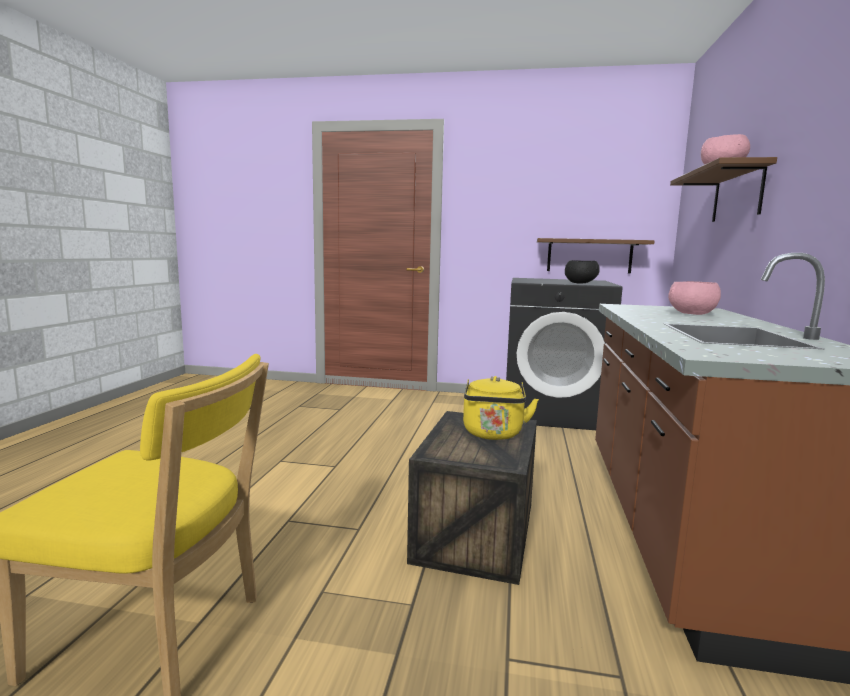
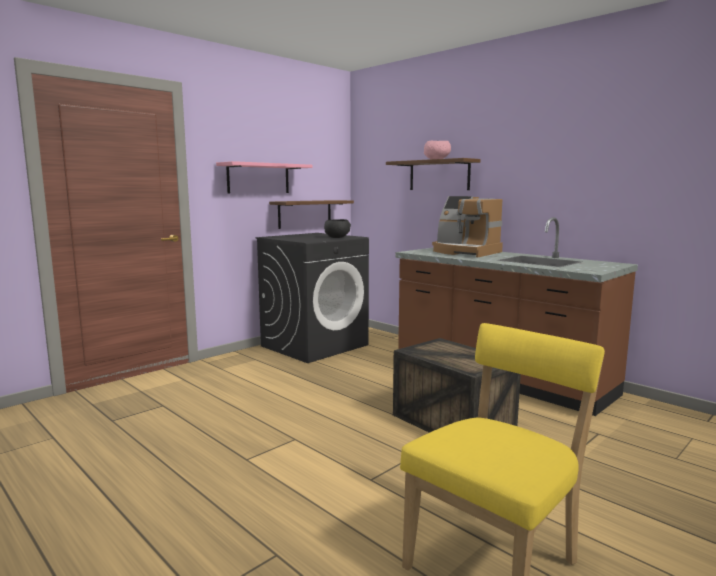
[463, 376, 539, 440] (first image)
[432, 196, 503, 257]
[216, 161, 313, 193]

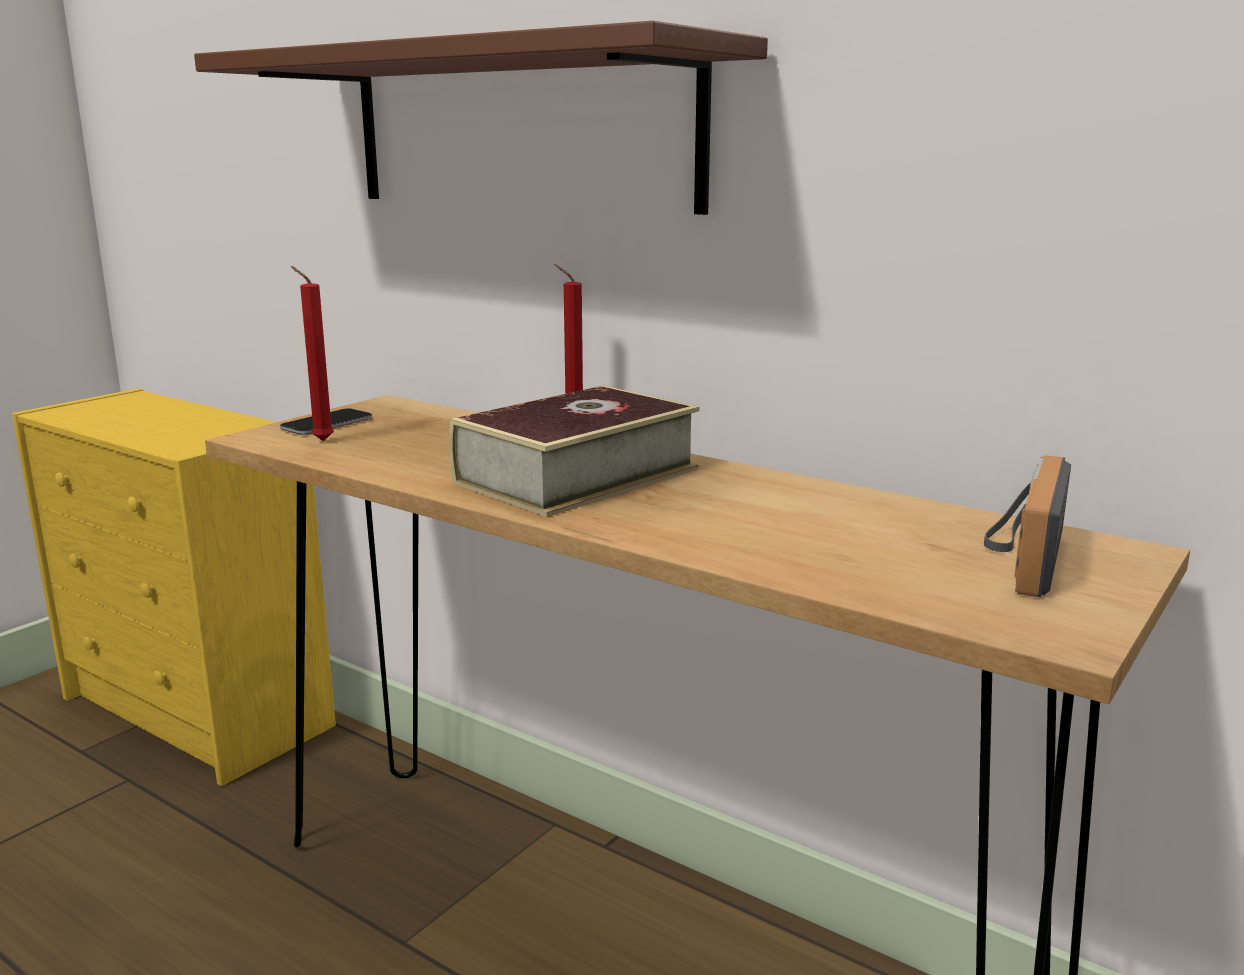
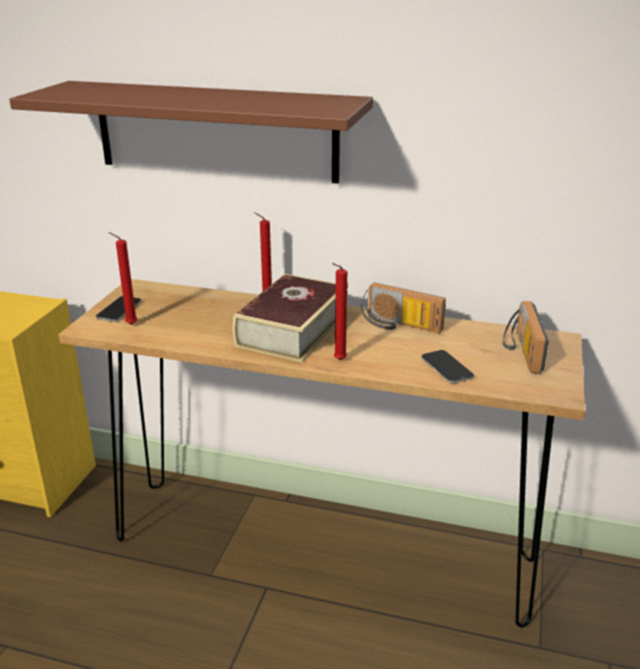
[332, 263, 347, 360]
[362, 283, 446, 333]
[421, 350, 474, 383]

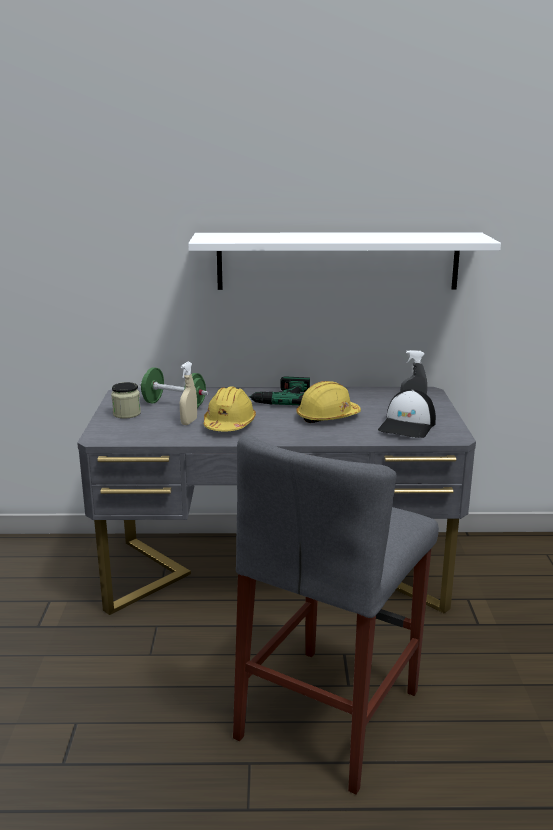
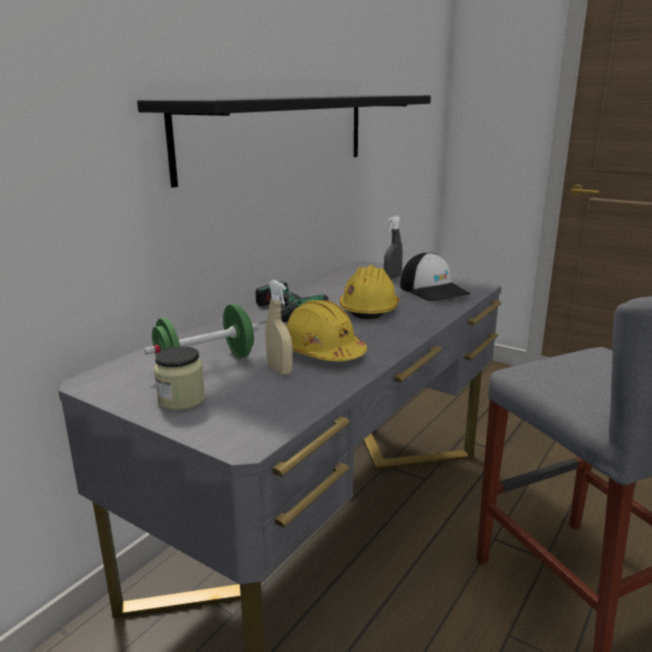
[137, 95, 431, 188]

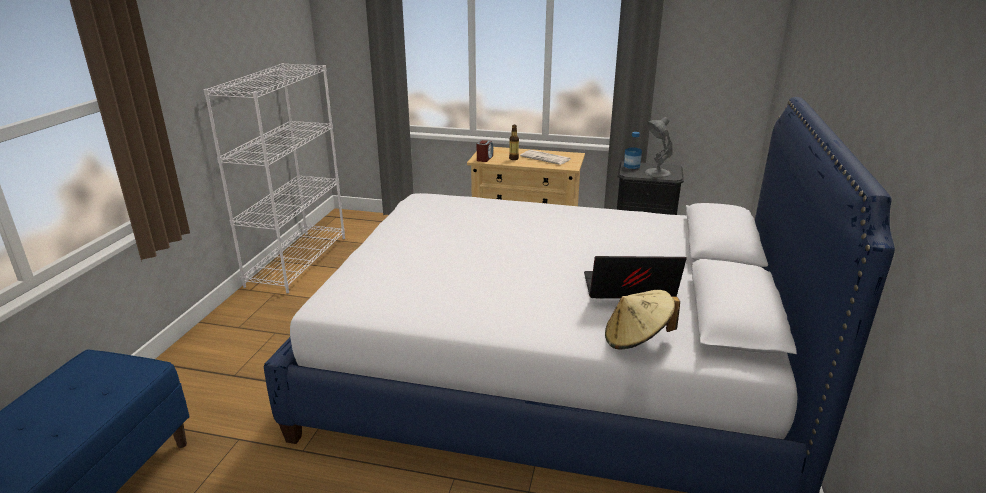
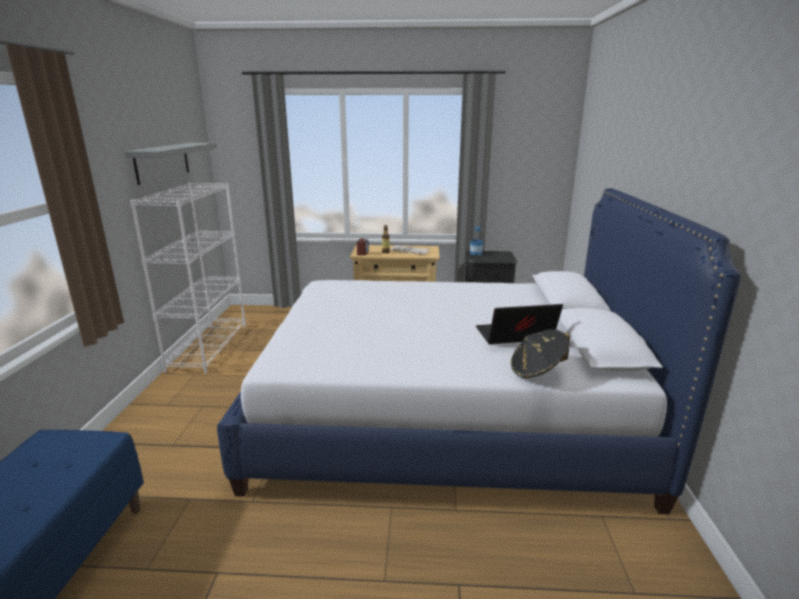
[511, 329, 570, 378]
[644, 117, 673, 178] (first image)
[124, 143, 217, 185]

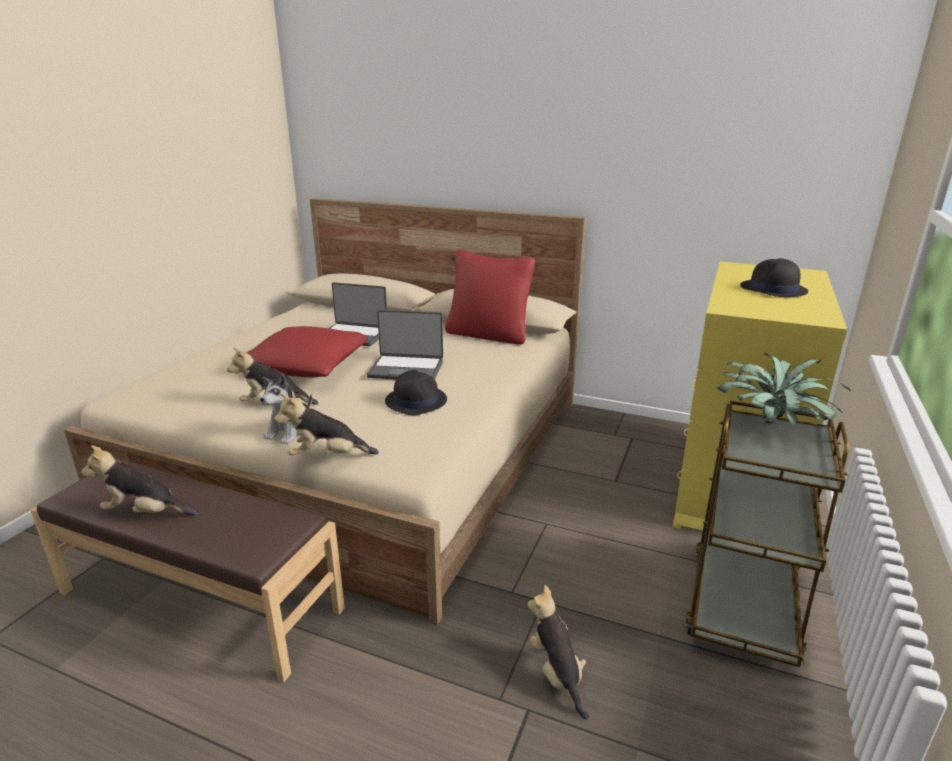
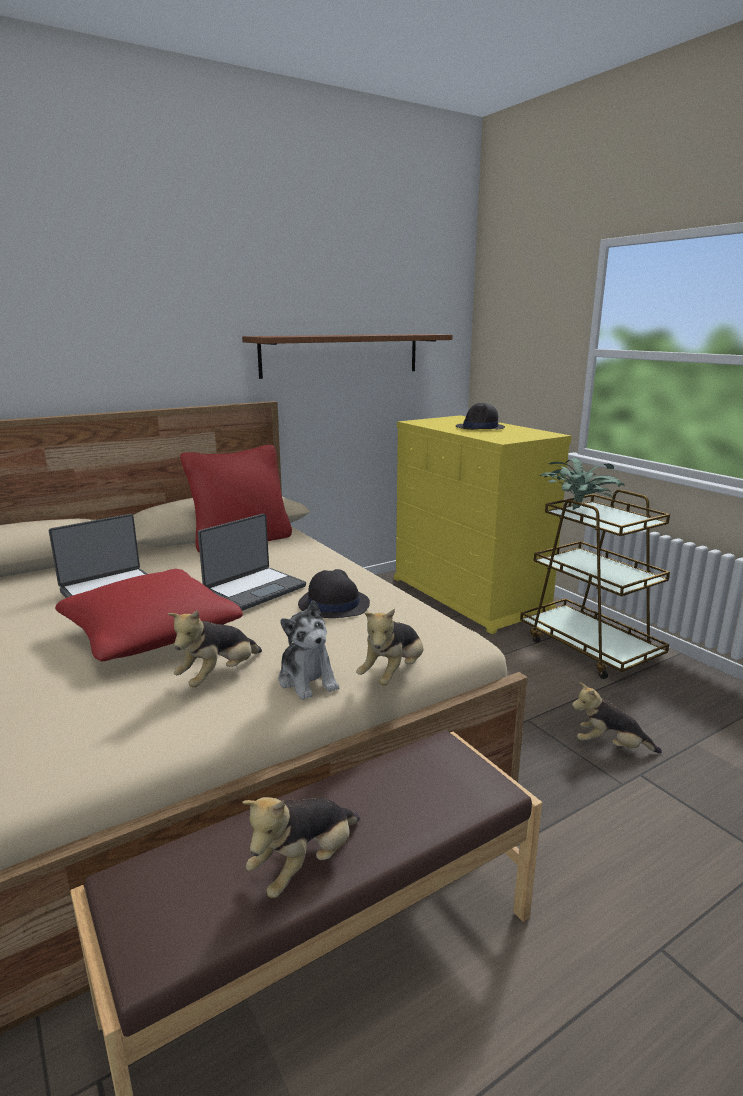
[242, 334, 453, 379]

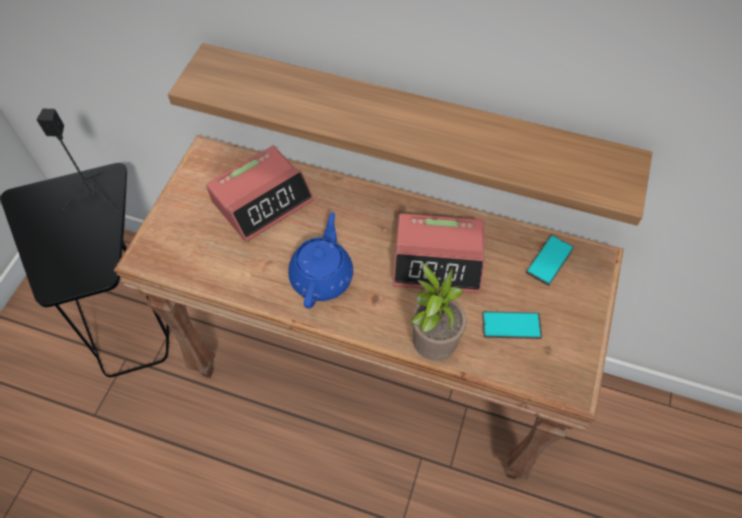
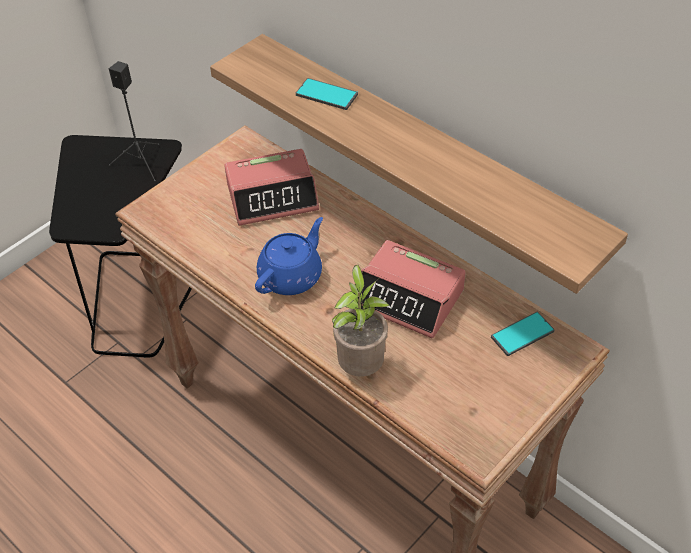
[296, 78, 358, 110]

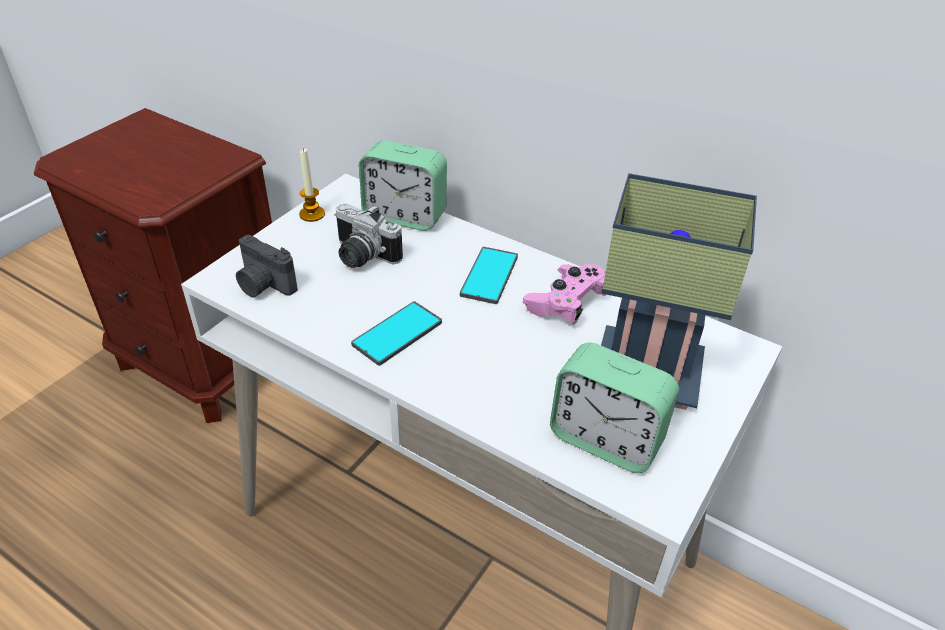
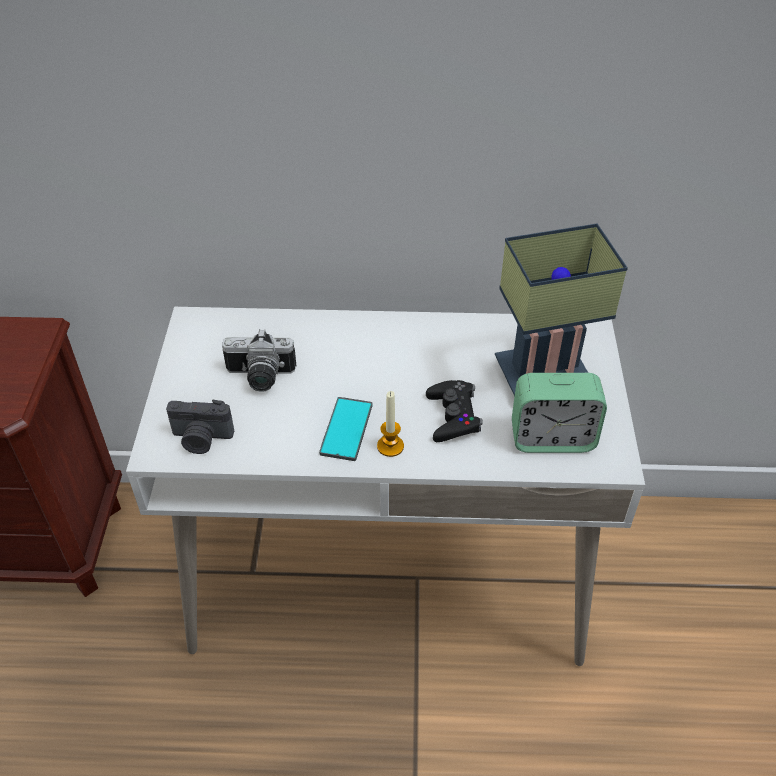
[377, 391, 404, 457]
[359, 140, 447, 231] (first image)
[460, 247, 518, 304] (first image)
[523, 264, 606, 325] (first image)
[426, 380, 483, 442]

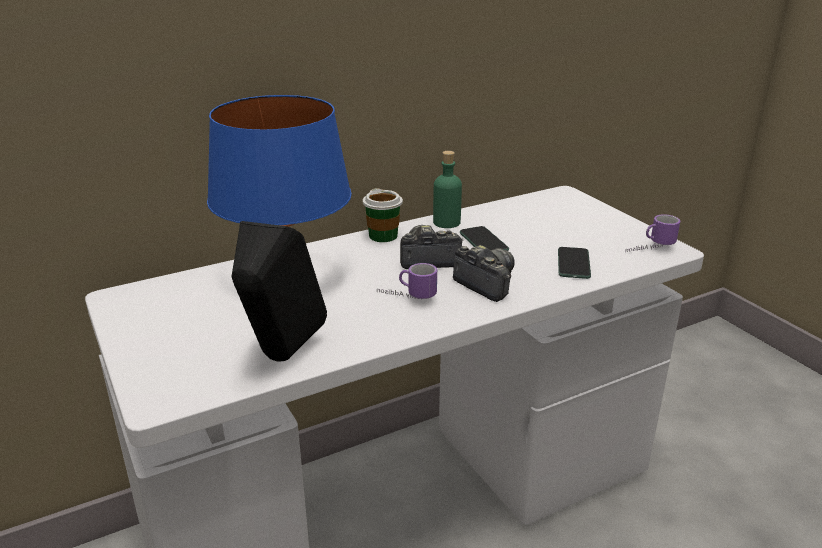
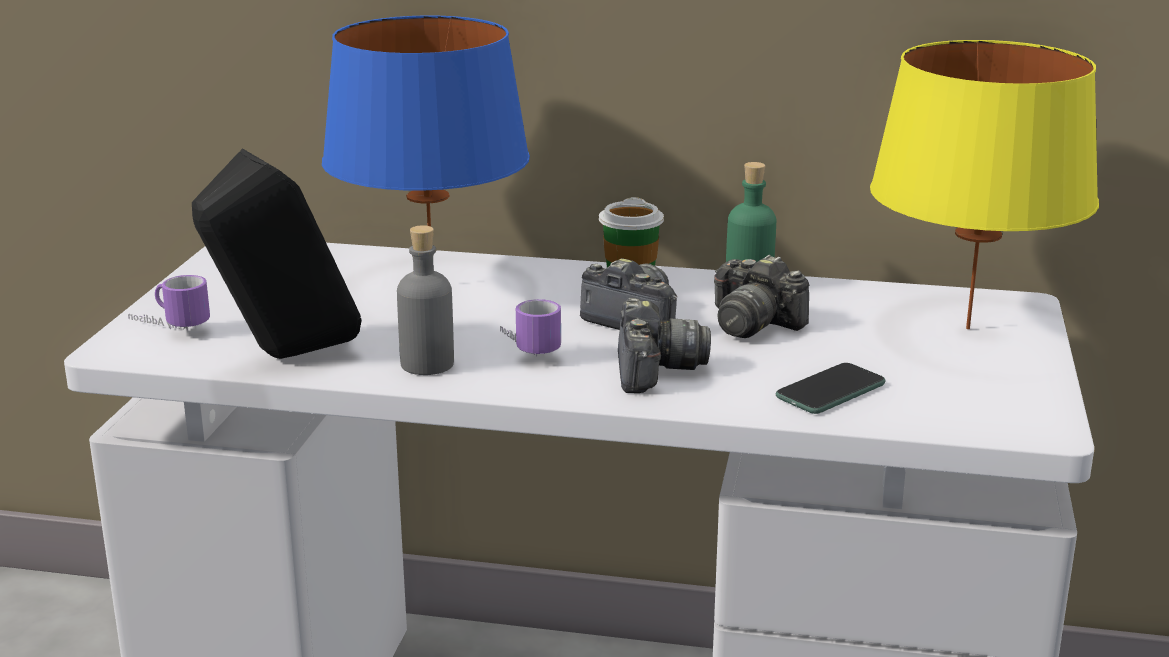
[714, 255, 809, 338]
[128, 275, 210, 331]
[397, 225, 454, 375]
[870, 40, 1099, 329]

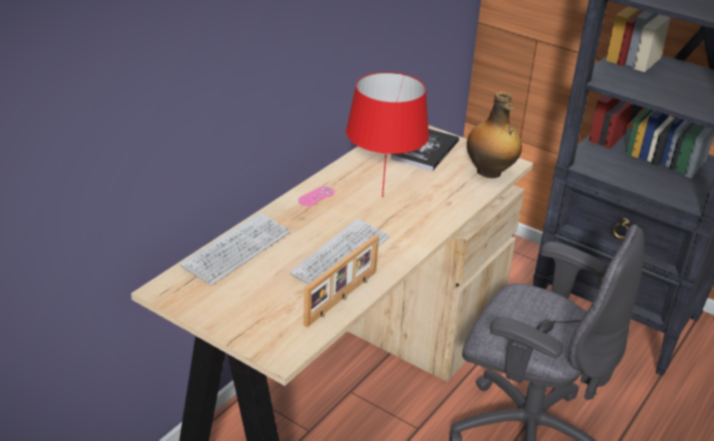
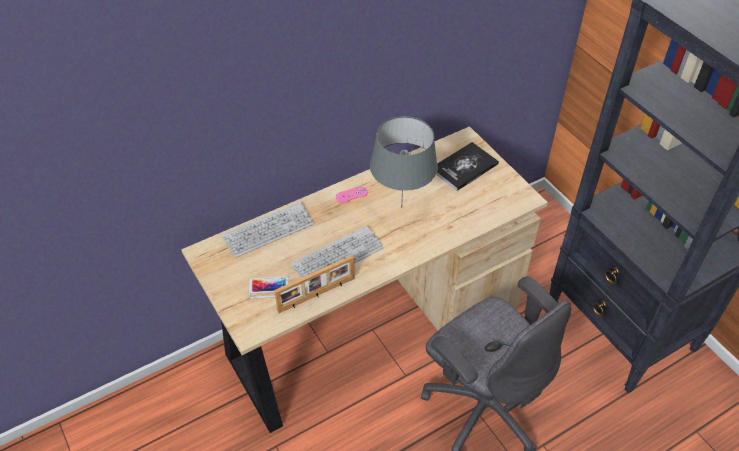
[370, 116, 438, 208]
[467, 92, 522, 178] (first image)
[249, 276, 289, 299]

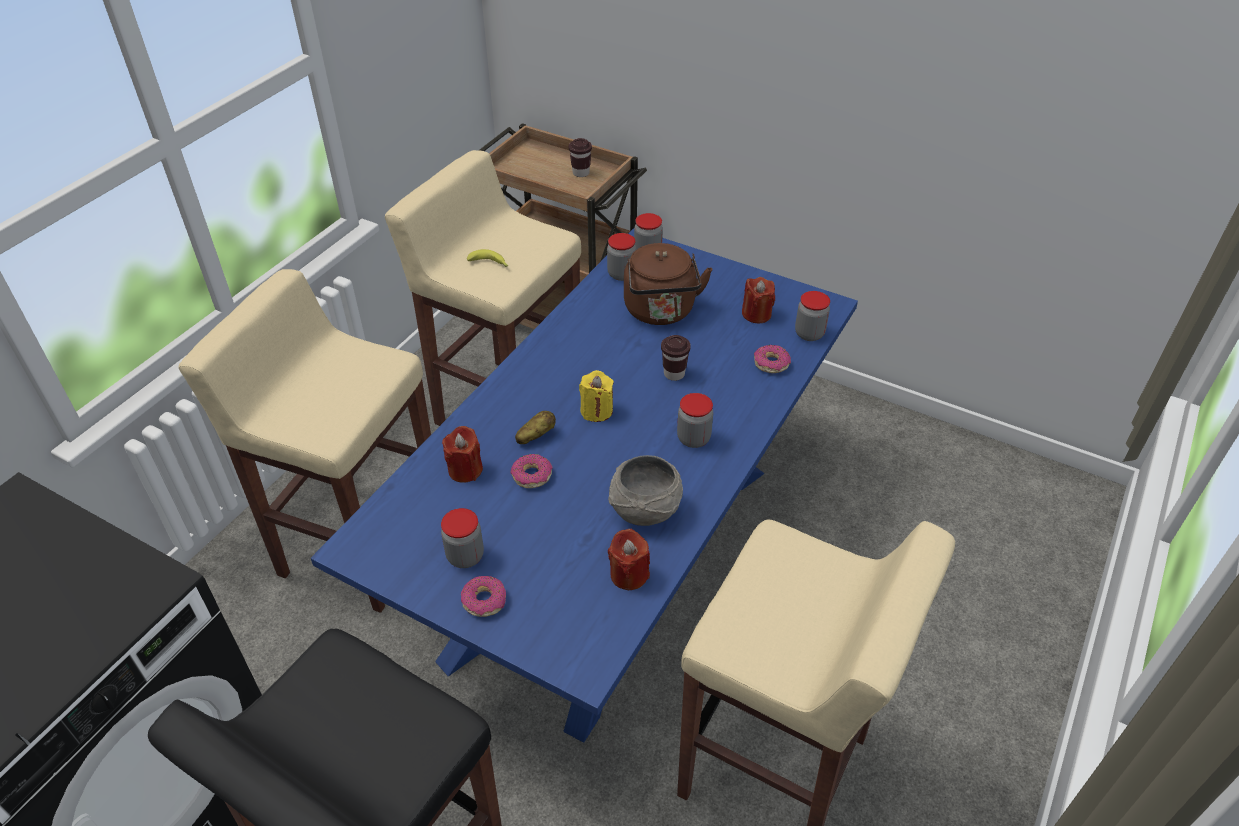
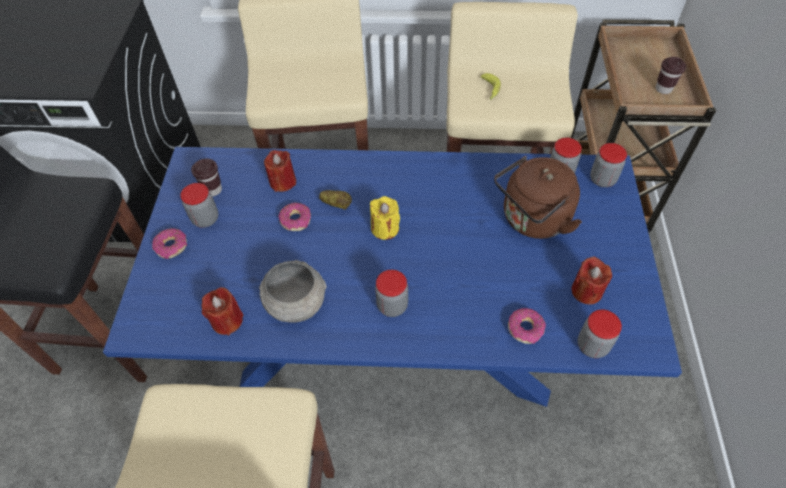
[191, 159, 222, 196]

